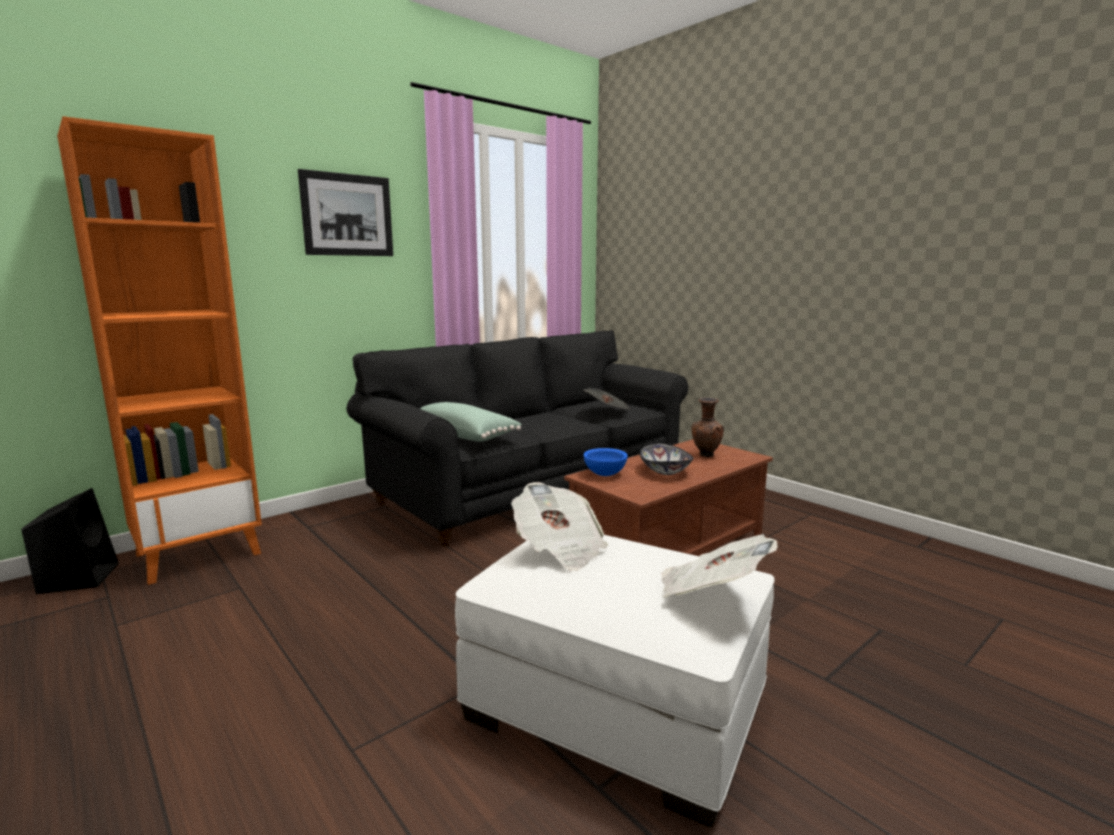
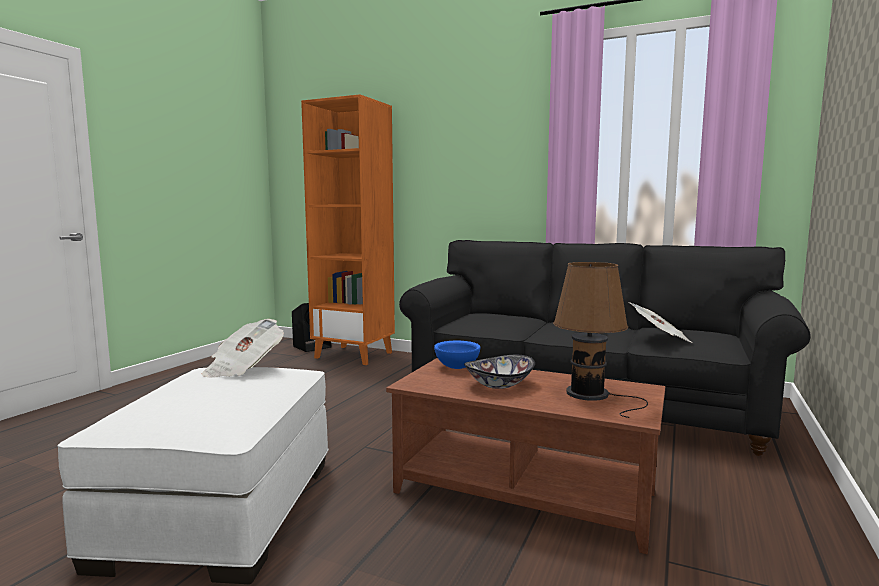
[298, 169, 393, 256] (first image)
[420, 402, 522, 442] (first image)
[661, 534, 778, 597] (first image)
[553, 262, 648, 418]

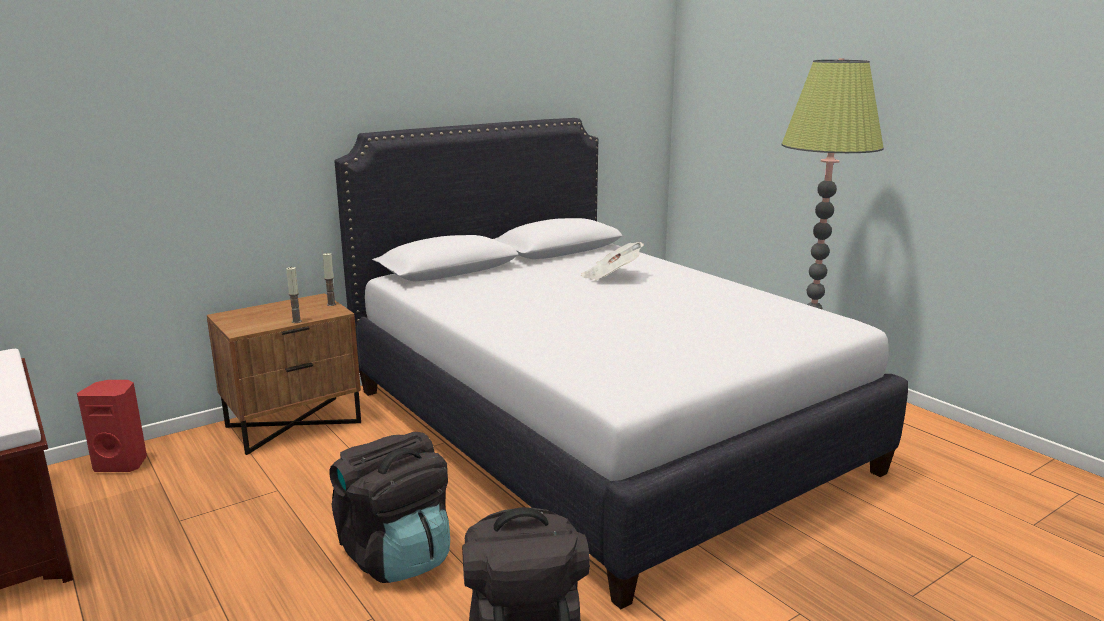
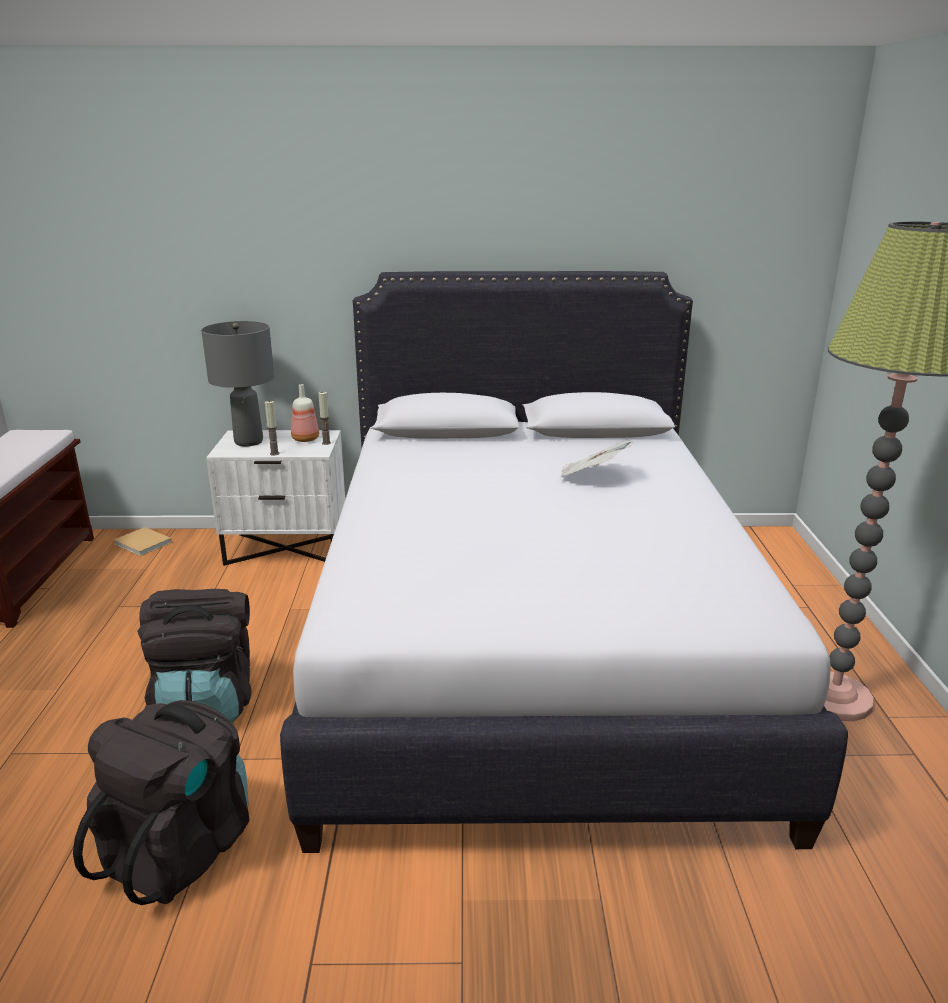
[114, 527, 172, 556]
[206, 430, 345, 566]
[201, 321, 274, 446]
[291, 384, 319, 442]

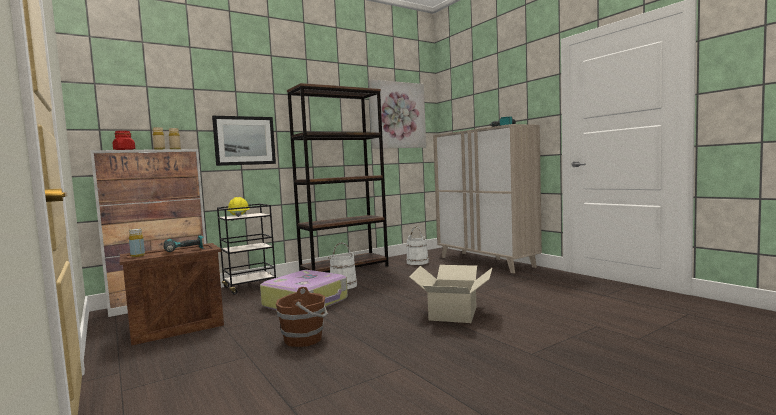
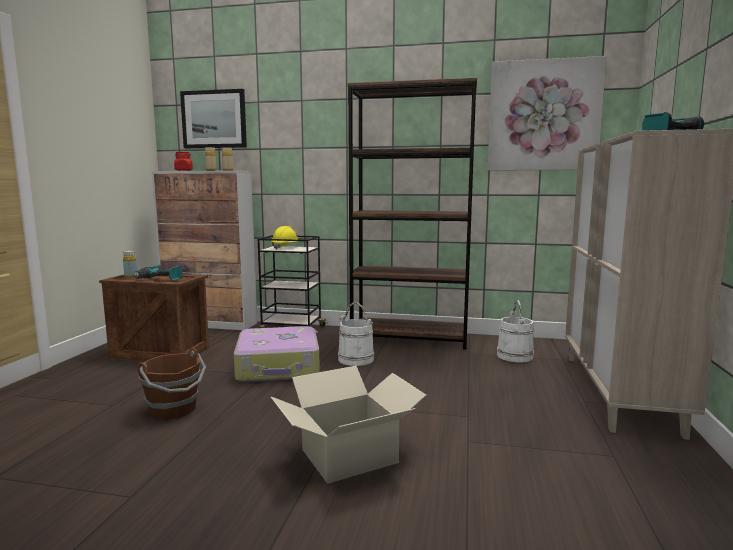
[180, 89, 247, 148]

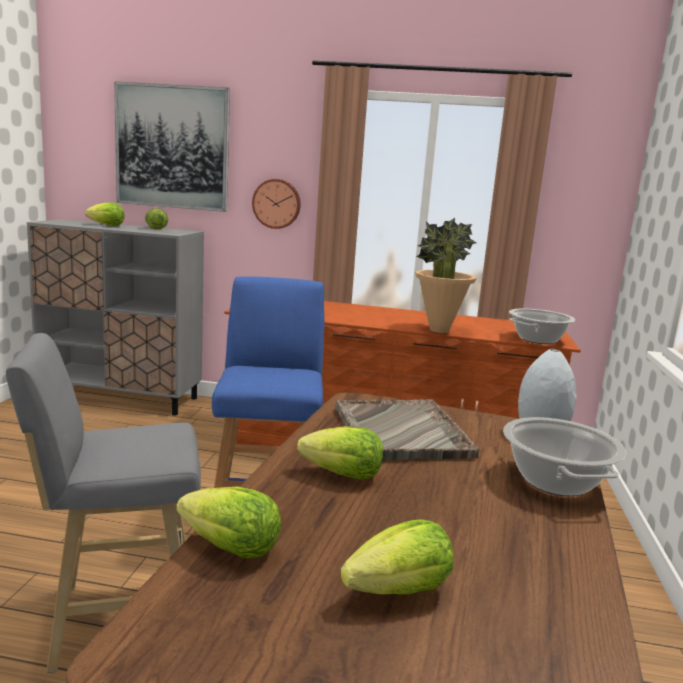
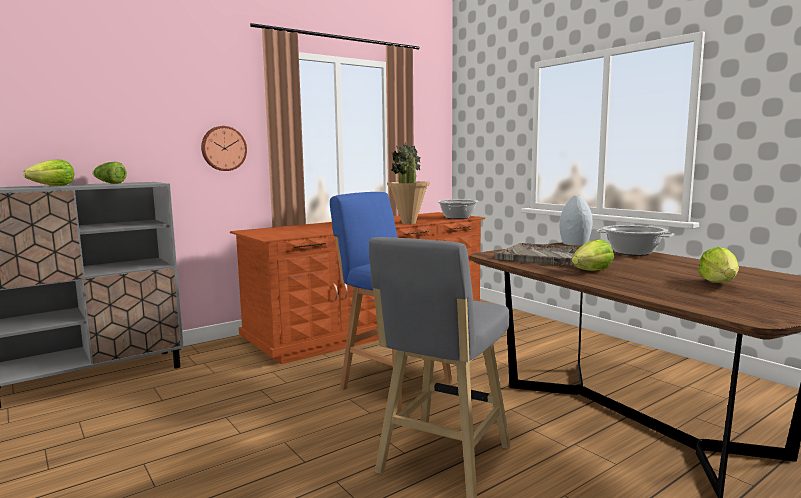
[114, 81, 230, 212] (first image)
[176, 487, 281, 559] (first image)

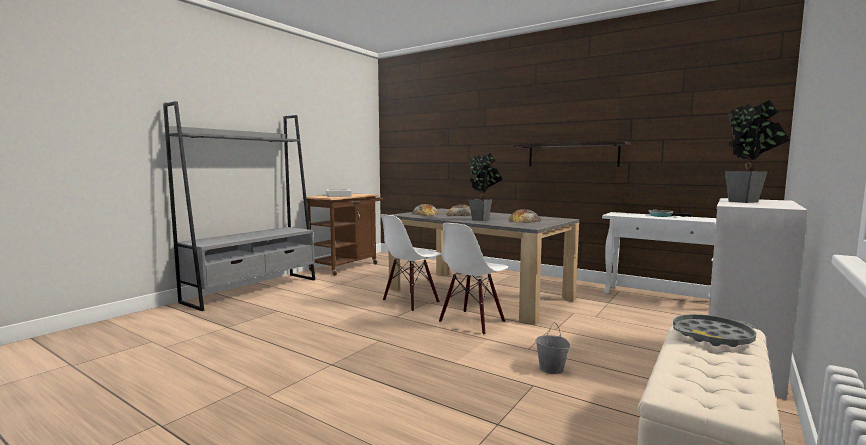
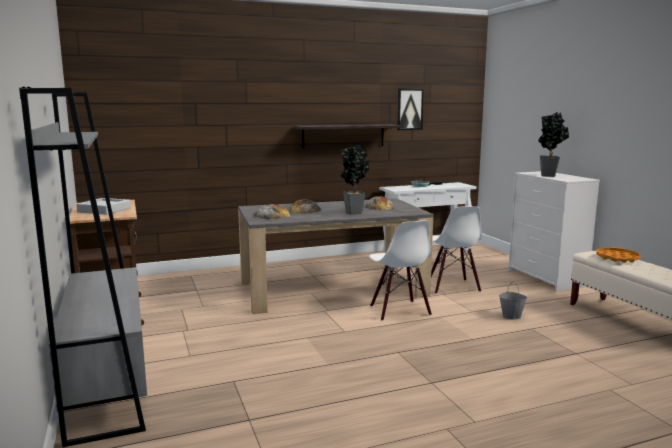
[431, 206, 482, 294]
[596, 247, 641, 263]
[397, 88, 424, 130]

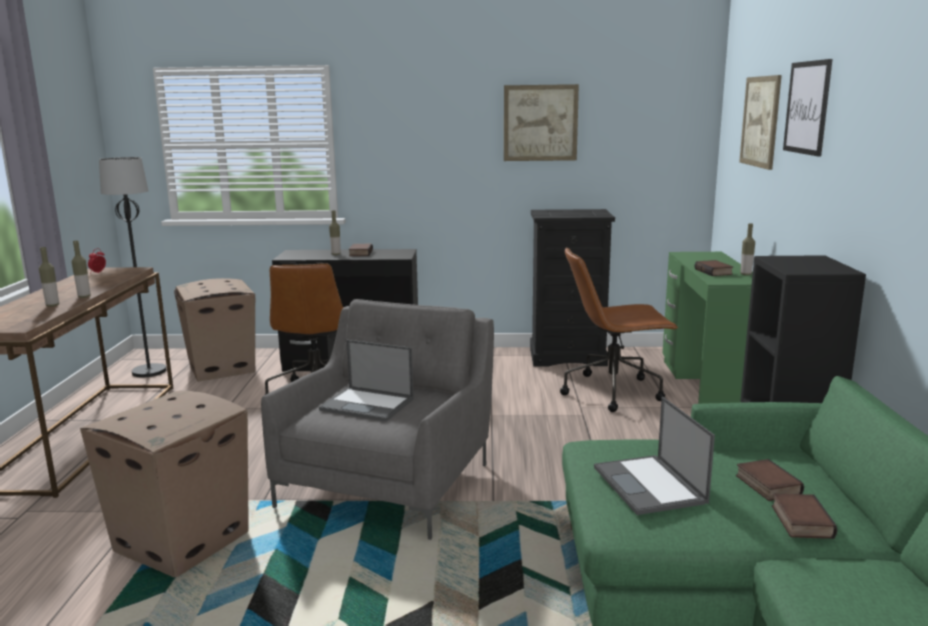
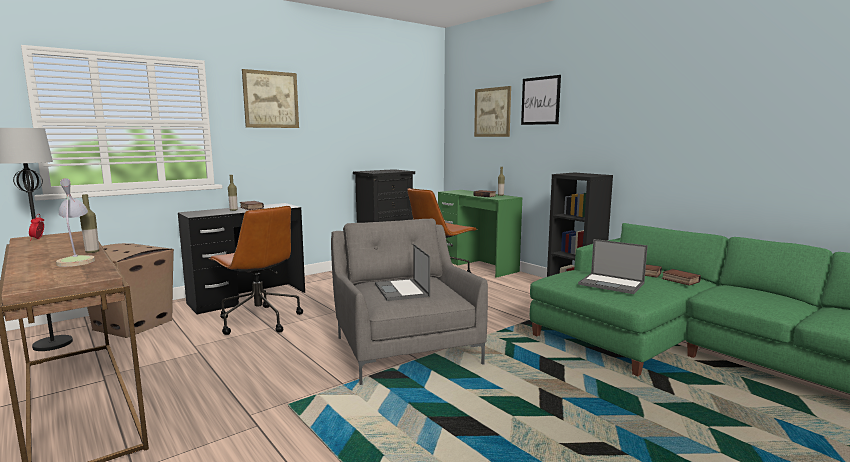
[56, 178, 95, 267]
[80, 391, 249, 577] (first image)
[375, 244, 430, 301]
[242, 69, 299, 128]

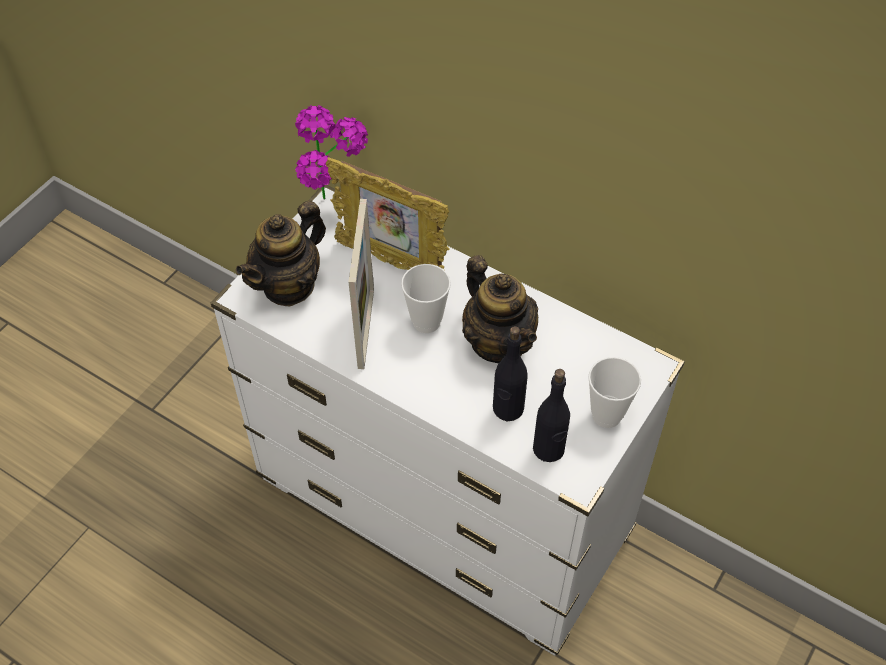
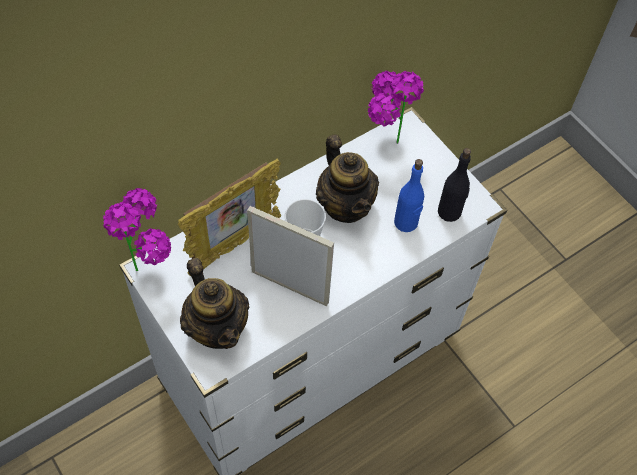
[316, 135, 379, 223]
[394, 159, 424, 232]
[588, 357, 641, 428] (first image)
[368, 71, 424, 144]

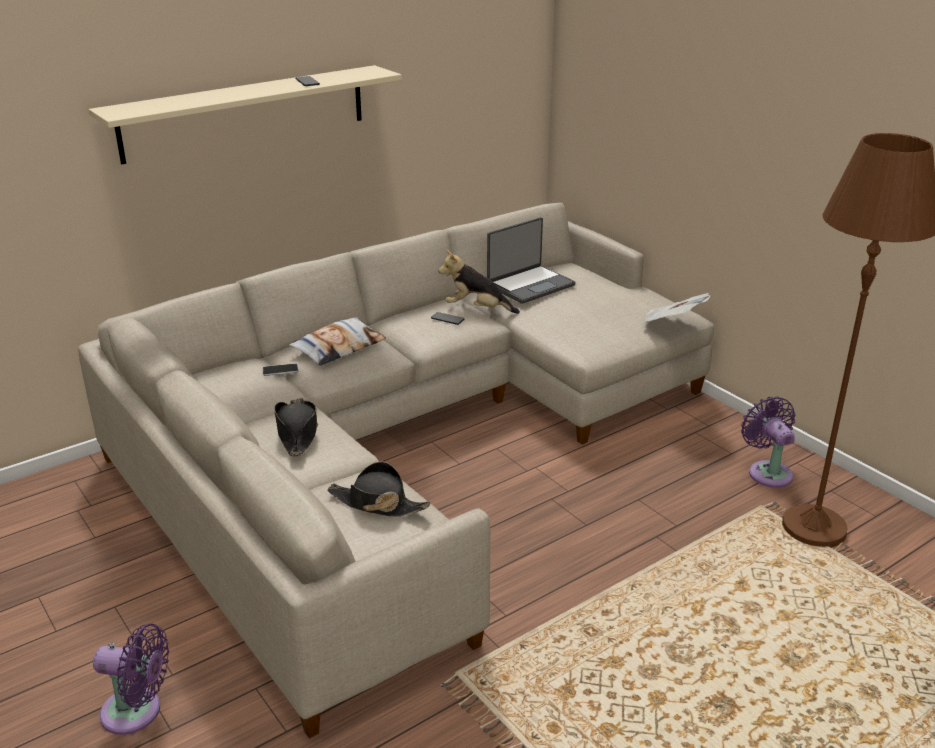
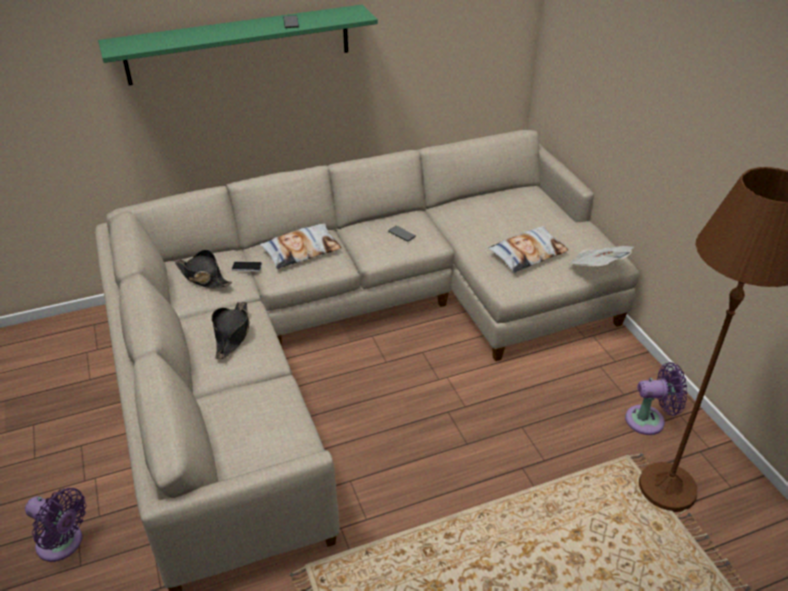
[98, 5, 378, 85]
[175, 249, 232, 289]
[438, 250, 520, 314] (first image)
[487, 217, 575, 304] (first image)
[625, 362, 687, 435]
[488, 226, 568, 272]

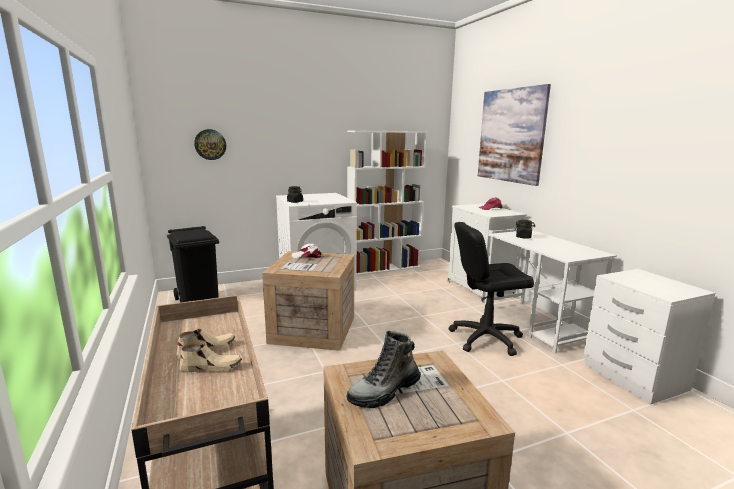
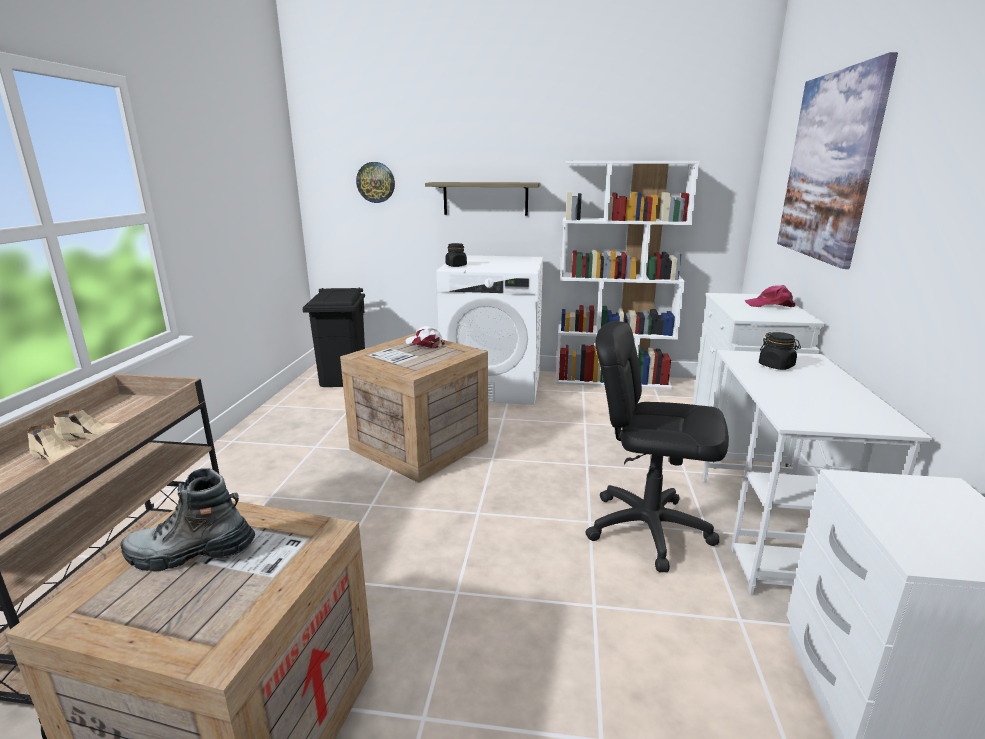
[425, 182, 541, 216]

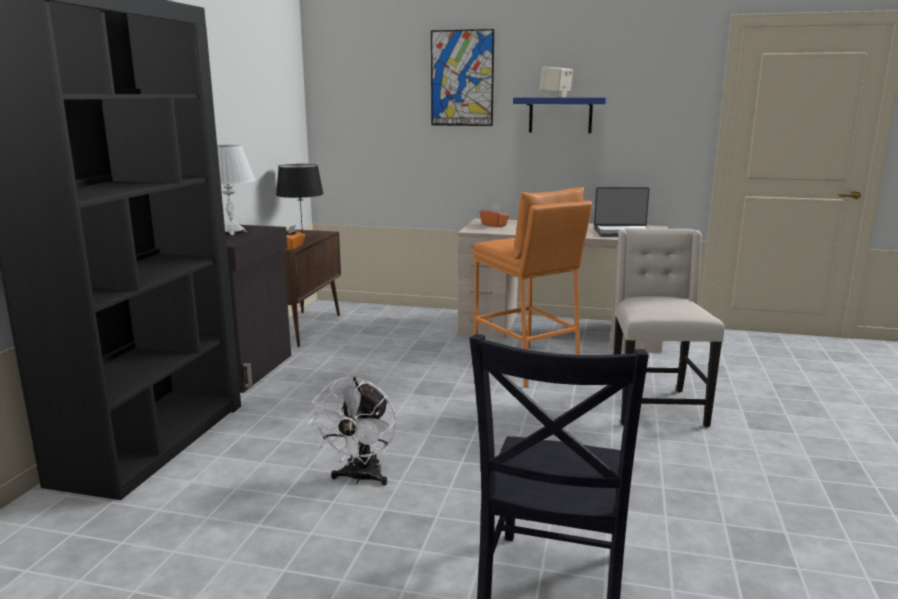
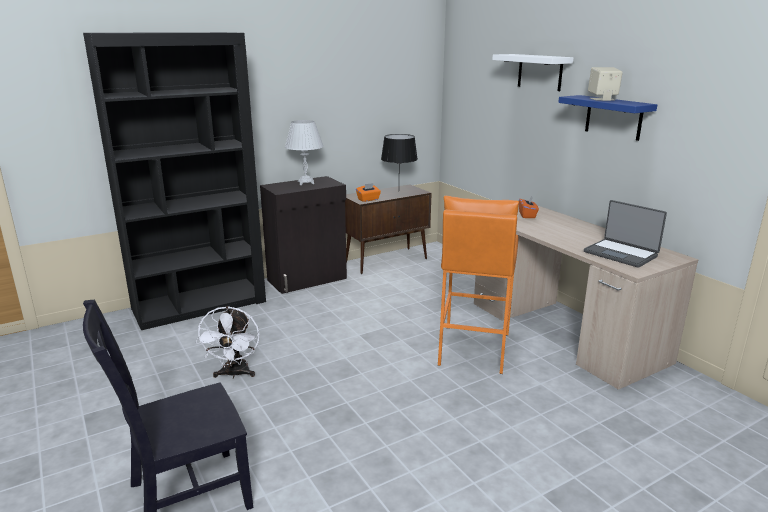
[196, 306, 260, 379]
[492, 54, 573, 91]
[613, 228, 724, 427] (first image)

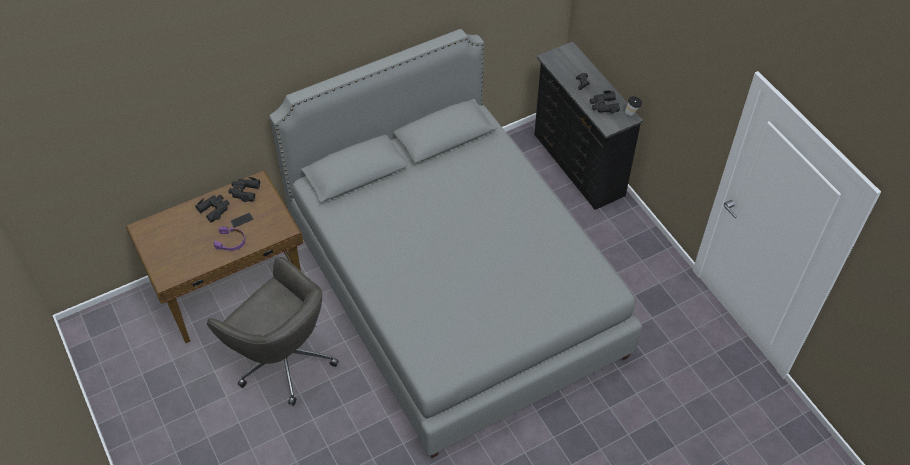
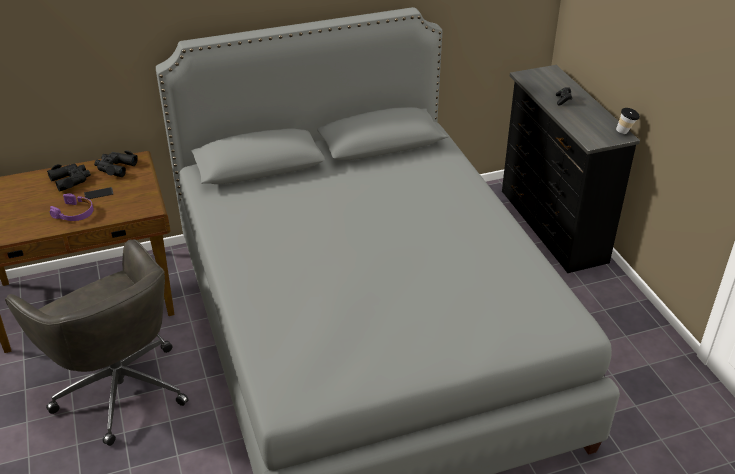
[590, 90, 620, 113] (first image)

